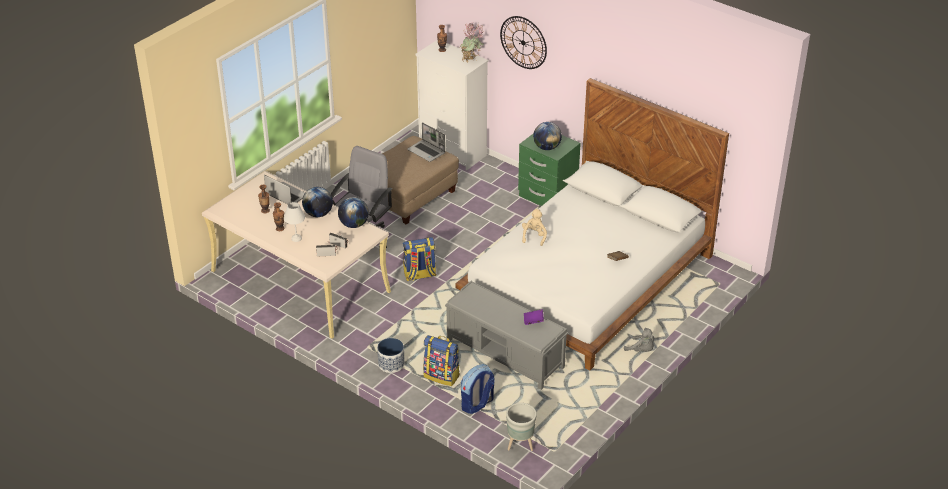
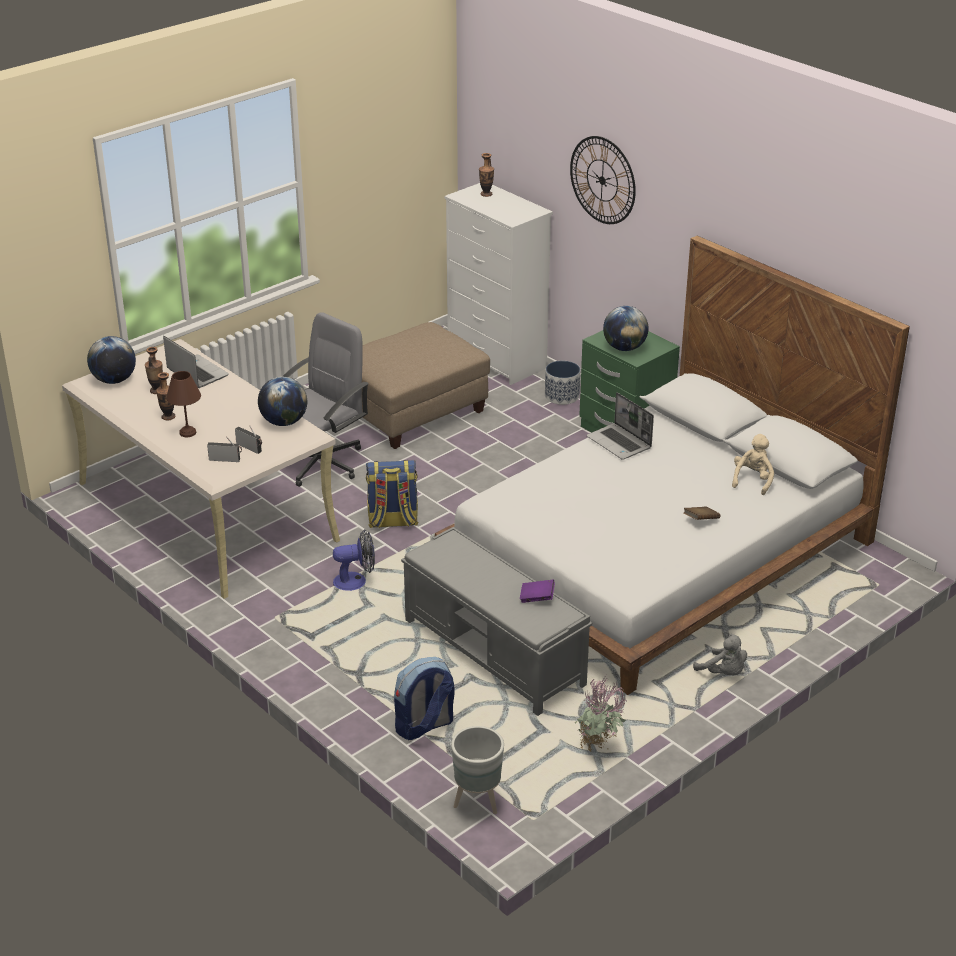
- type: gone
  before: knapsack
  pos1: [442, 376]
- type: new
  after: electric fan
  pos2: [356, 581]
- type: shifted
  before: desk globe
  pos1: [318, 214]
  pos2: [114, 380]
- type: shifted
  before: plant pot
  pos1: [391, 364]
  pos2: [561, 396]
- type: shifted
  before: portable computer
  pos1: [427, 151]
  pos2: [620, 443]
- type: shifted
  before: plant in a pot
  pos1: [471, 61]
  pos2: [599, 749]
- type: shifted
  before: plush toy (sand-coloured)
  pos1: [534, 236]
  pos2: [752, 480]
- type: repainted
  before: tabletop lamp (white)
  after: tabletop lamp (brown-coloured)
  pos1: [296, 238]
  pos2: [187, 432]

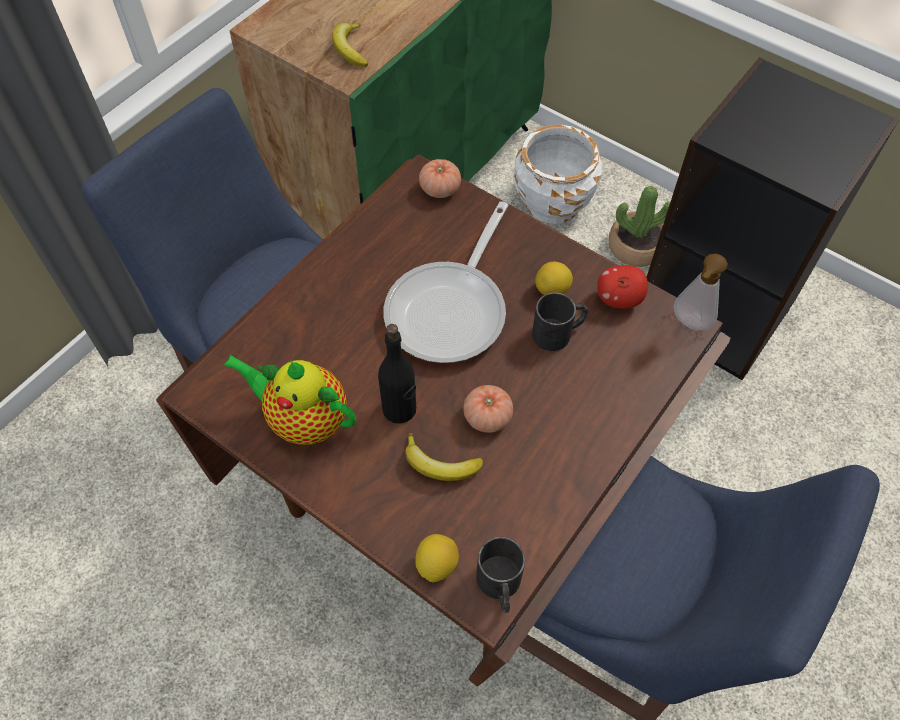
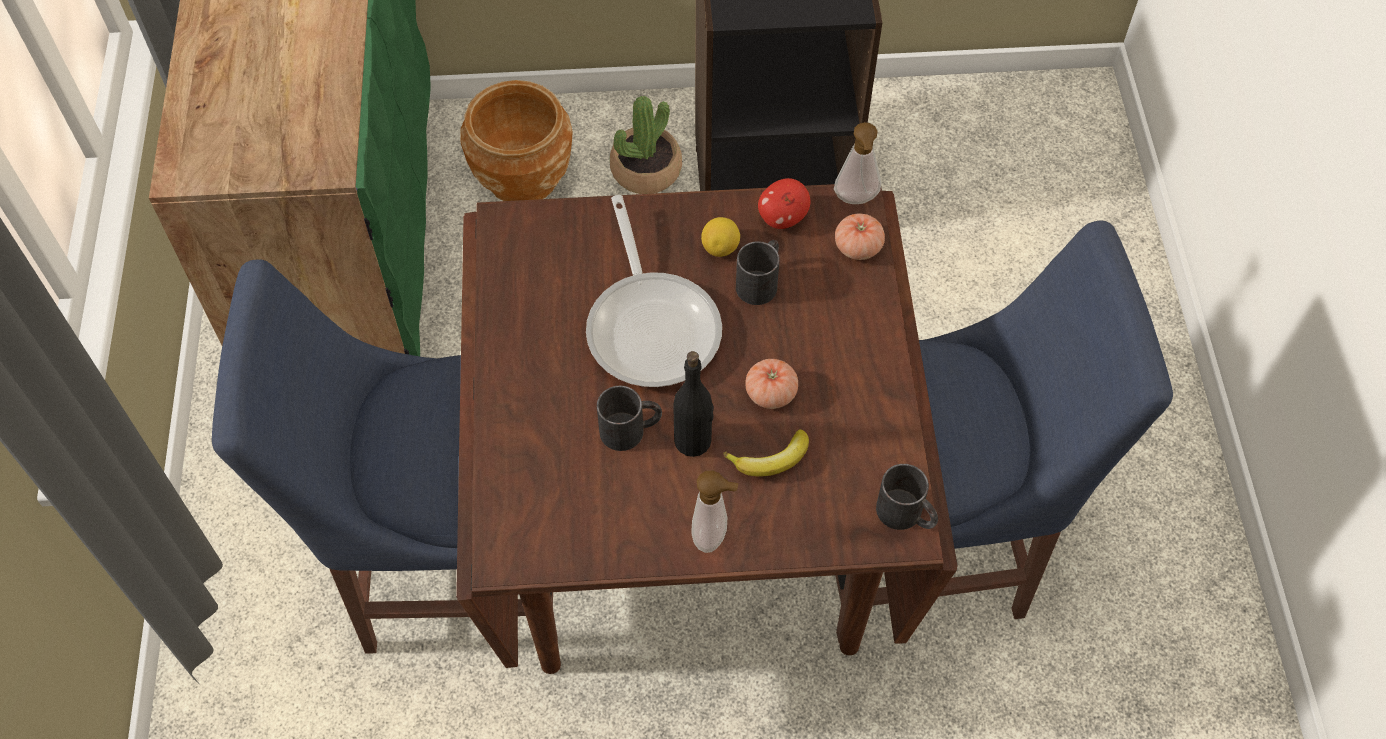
- type: gone
  before: pot for tea
  pos1: [303, 419]
- type: gone
  before: whole banana
  pos1: [350, 49]
- type: gone
  before: whole lemon
  pos1: [436, 564]
- type: new
  after: coffee mug (black)
  pos2: [631, 430]
- type: new
  after: soap bottle
  pos2: [713, 536]
- type: shifted
  before: fresh tomato
  pos1: [440, 189]
  pos2: [858, 247]
- type: repainted
  before: plant pot (white)
  after: plant pot (brown-coloured)
  pos1: [553, 202]
  pos2: [523, 176]

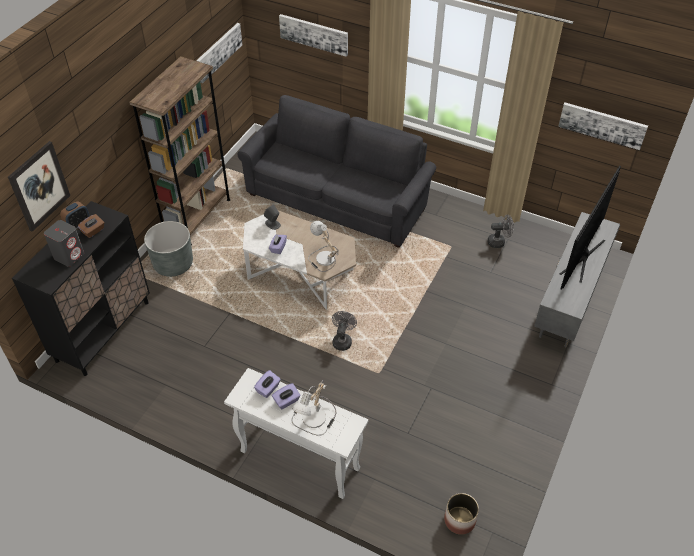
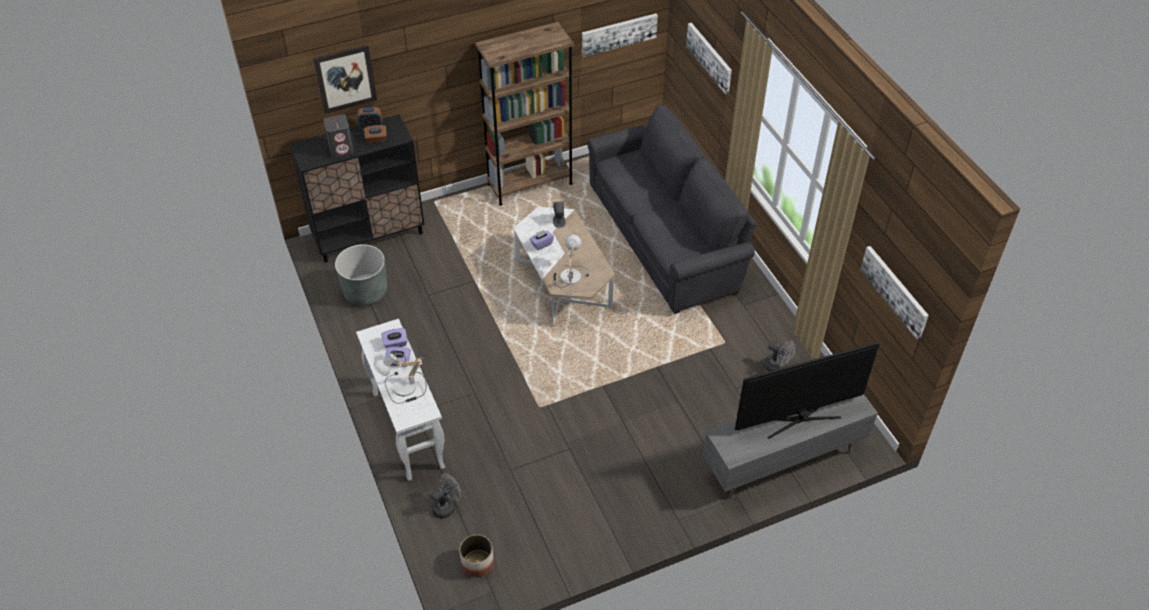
- type: shifted
  before: plant pot (gray)
  pos1: [173, 264]
  pos2: [365, 291]
- type: shifted
  before: electric fan (gray)
  pos1: [342, 340]
  pos2: [447, 506]

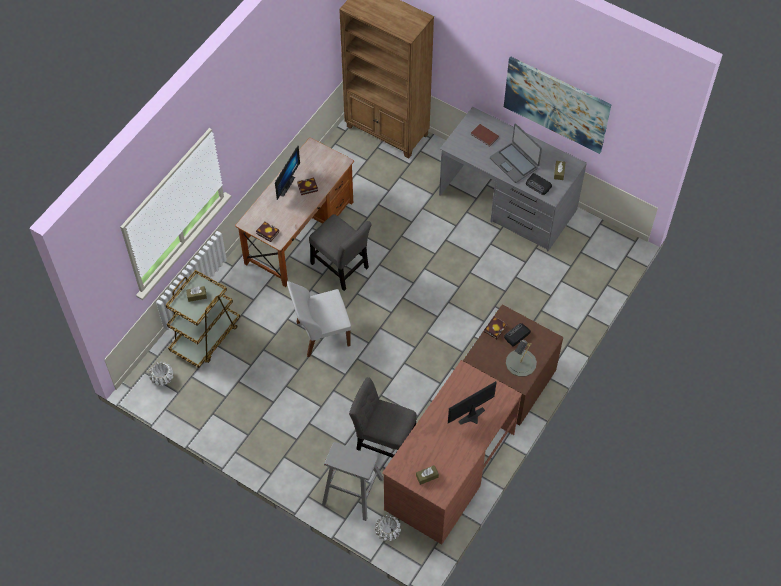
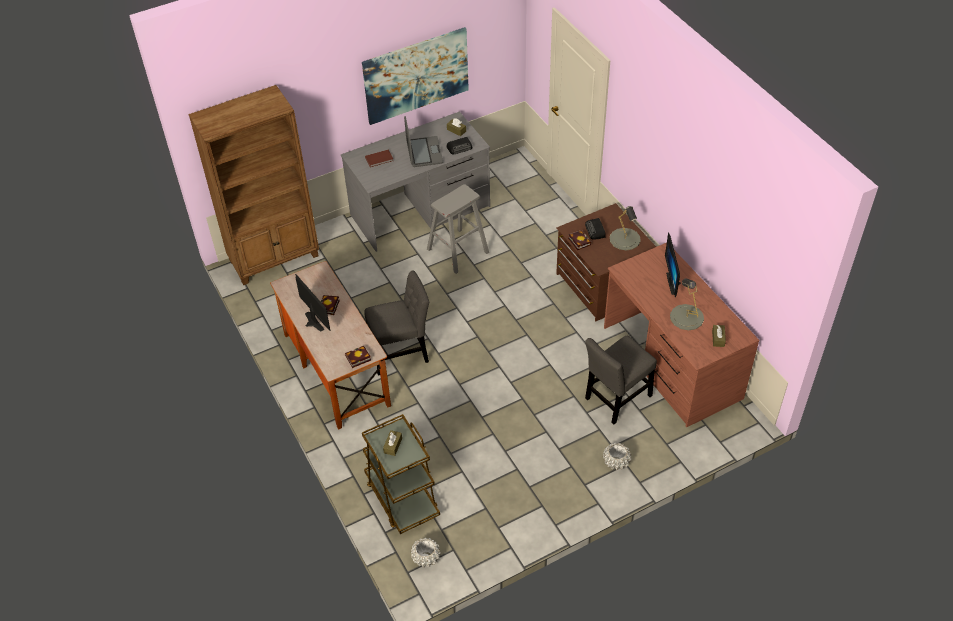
- type: gone
  before: plain chair (white)
  pos1: [321, 334]
- type: new
  after: tabletop lamp (gray)
  pos2: [686, 317]
- type: shifted
  before: stool seat (gray)
  pos1: [352, 491]
  pos2: [457, 251]
- type: shifted
  before: plant pot (white)
  pos1: [388, 531]
  pos2: [616, 462]
- type: rotated
  before: portable computer
  pos1: [514, 162]
  pos2: [424, 152]
  turn: -90

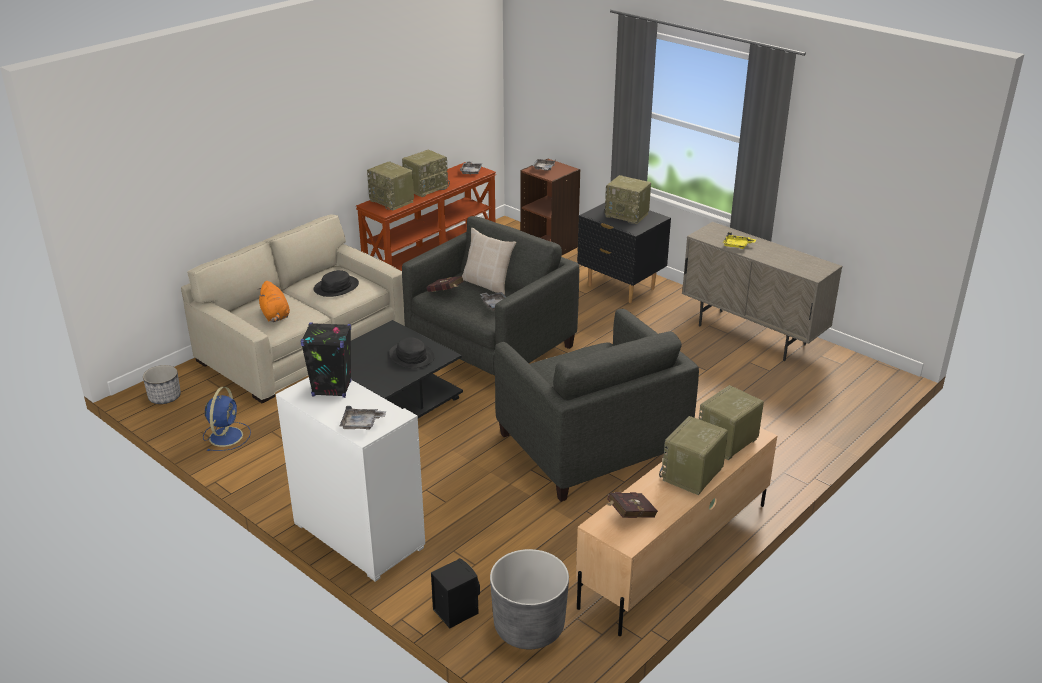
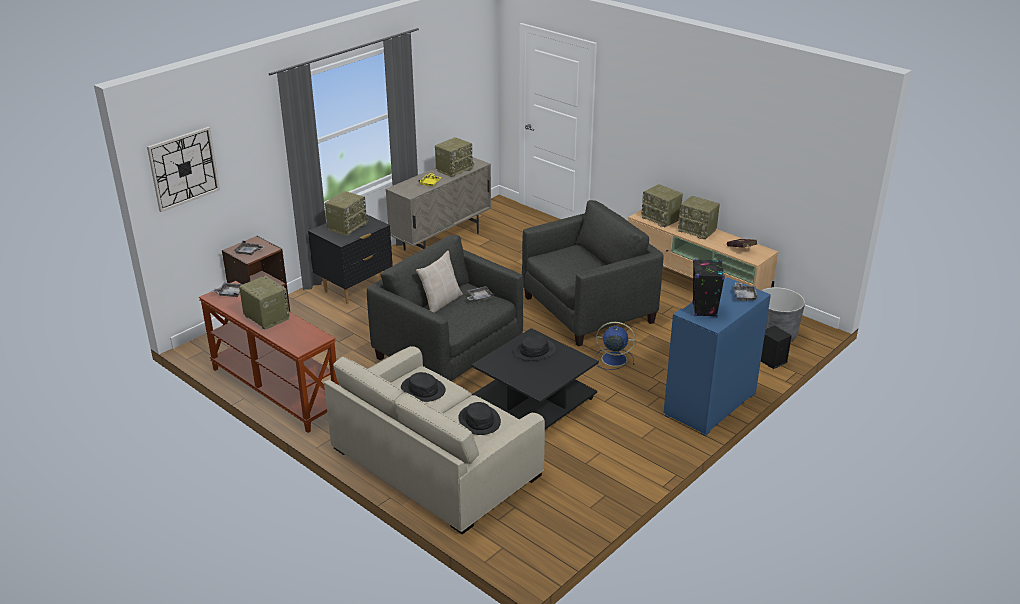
- type: gone
  before: plant pot
  pos1: [164, 397]
- type: gone
  before: bound book (reddish)
  pos1: [446, 292]
- type: new
  after: hanging clock
  pos2: [183, 168]
- type: shifted
  before: electric fan (blue)
  pos1: [226, 436]
  pos2: [613, 359]
- type: shifted
  before: radio receiver
  pos1: [392, 201]
  pos2: [454, 169]
- type: swapped
  before: plush toy (orange-coloured)
  after: wearable hat (black)
  pos1: [275, 316]
  pos2: [479, 420]
- type: repainted
  before: cabinet (white)
  after: cabinet (blue)
  pos1: [357, 535]
  pos2: [710, 405]

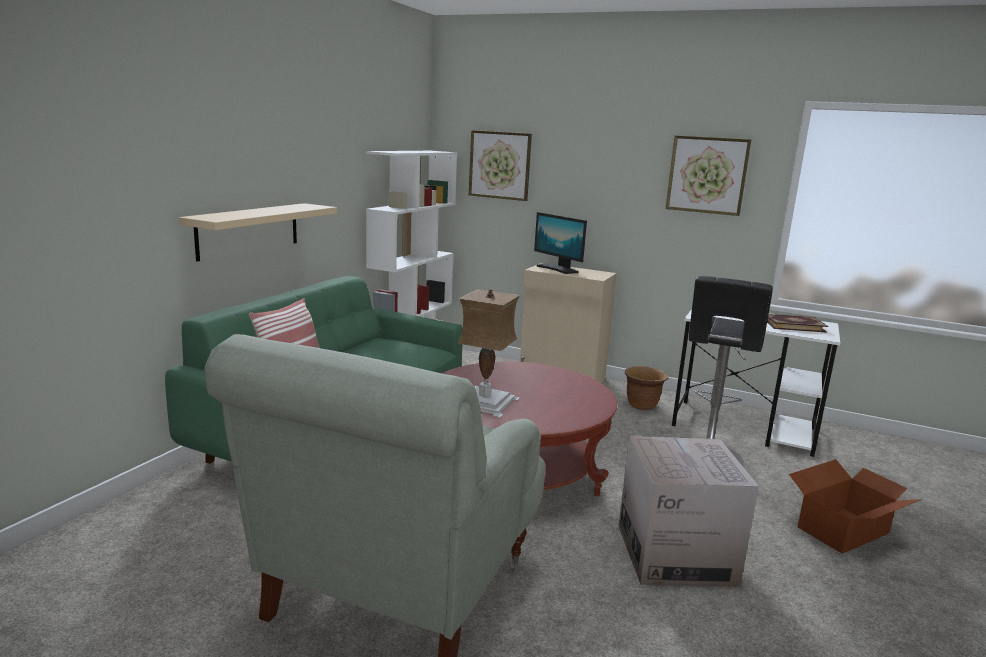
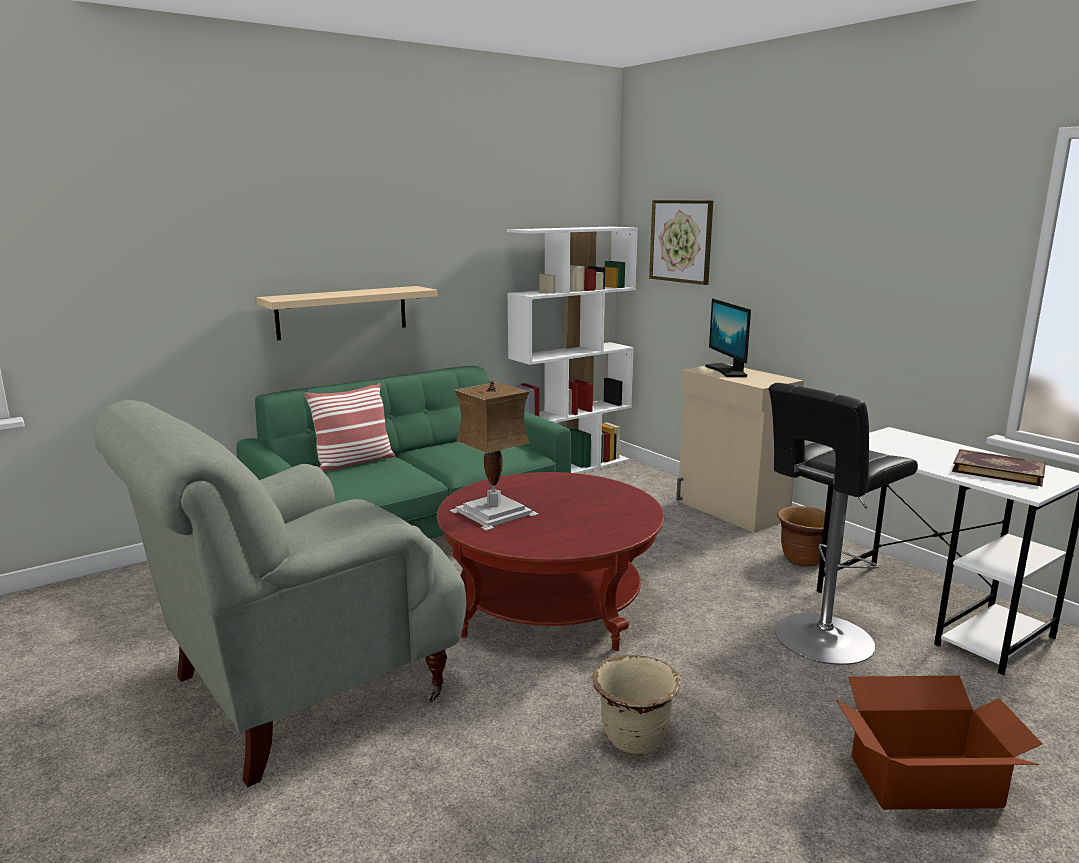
- type: gone
  before: wall picture
  pos1: [707, 175]
- type: swapped
  before: cardboard box
  after: plant pot (sand-coloured)
  pos1: [675, 554]
  pos2: [633, 739]

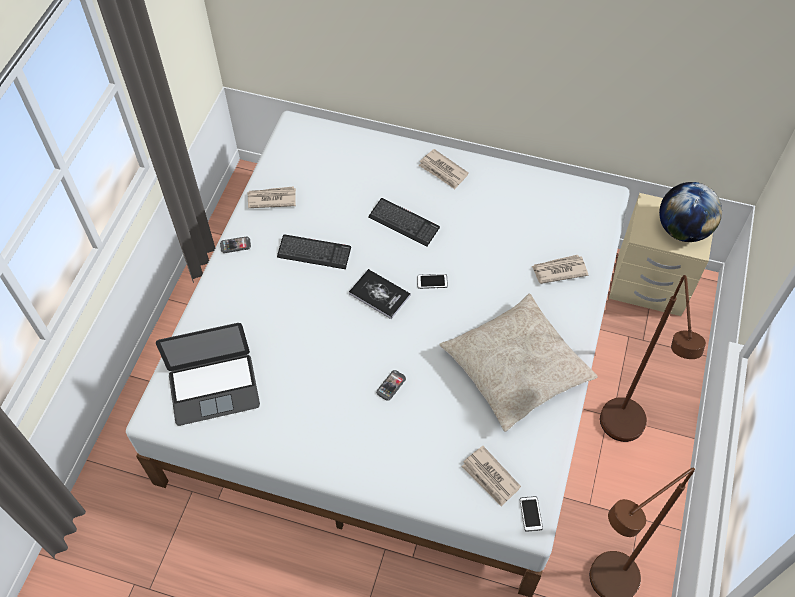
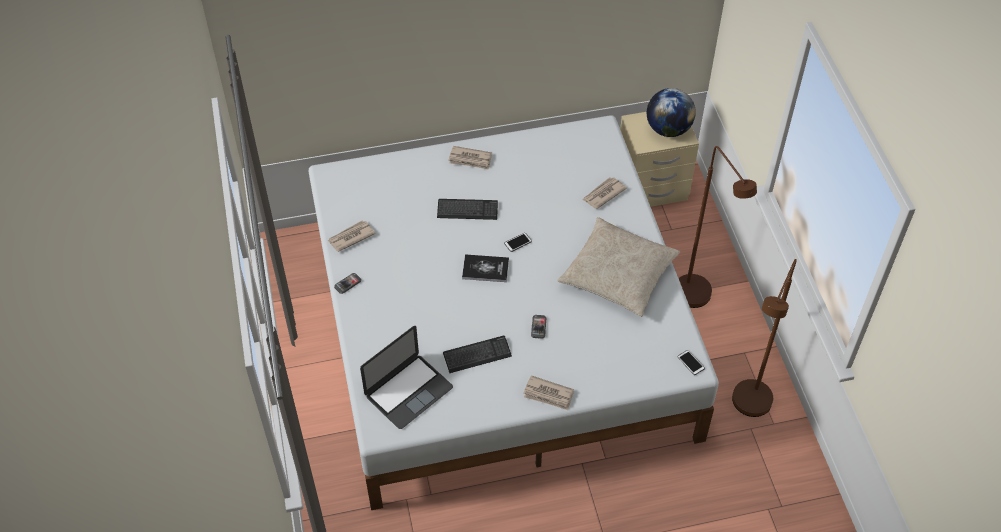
- type: shifted
  before: PC keyboard
  pos1: [314, 253]
  pos2: [477, 355]
- type: shifted
  before: daily paper
  pos1: [490, 477]
  pos2: [548, 394]

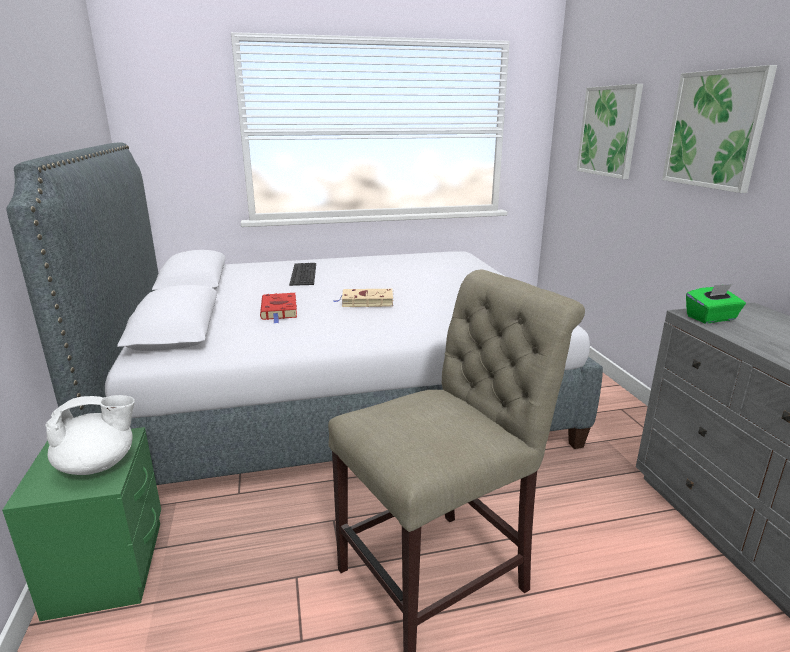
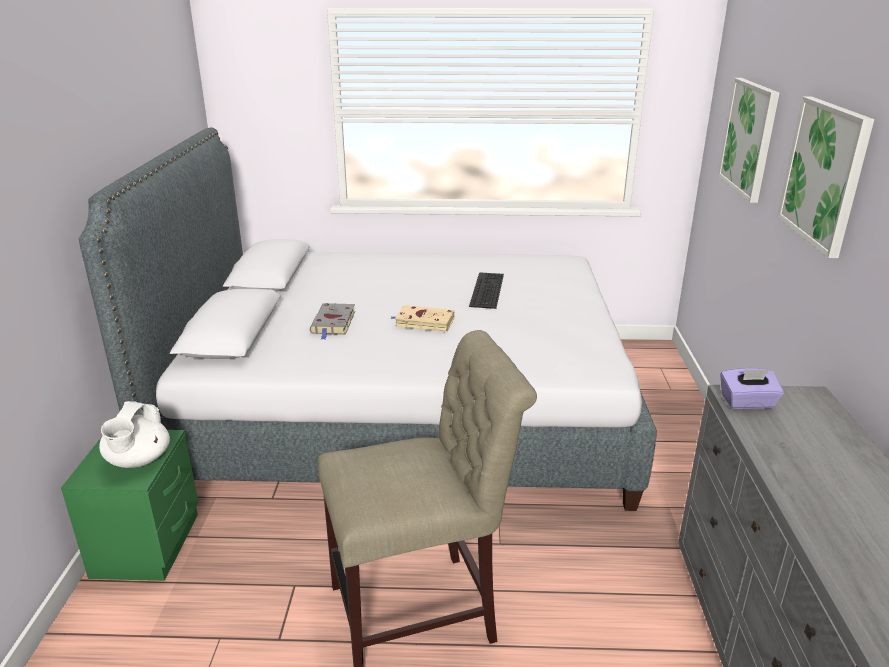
- type: shifted
  before: PC keyboard
  pos1: [302, 273]
  pos2: [485, 289]
- type: repainted
  before: bound book (reddish)
  after: bound book (gray)
  pos1: [279, 310]
  pos2: [333, 323]
- type: repainted
  before: tissue holder (greenish)
  after: tissue holder (purple-coloured)
  pos1: [711, 318]
  pos2: [747, 402]
- type: rotated
  before: pot for tea (white)
  pos1: [99, 465]
  pos2: [138, 460]
  turn: 105

